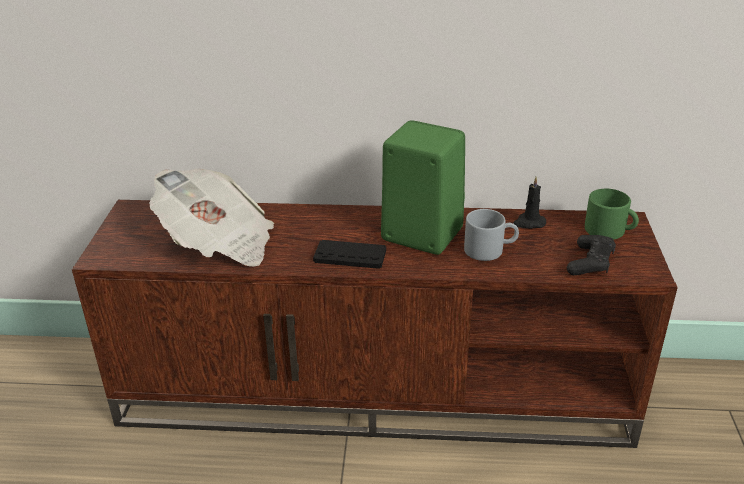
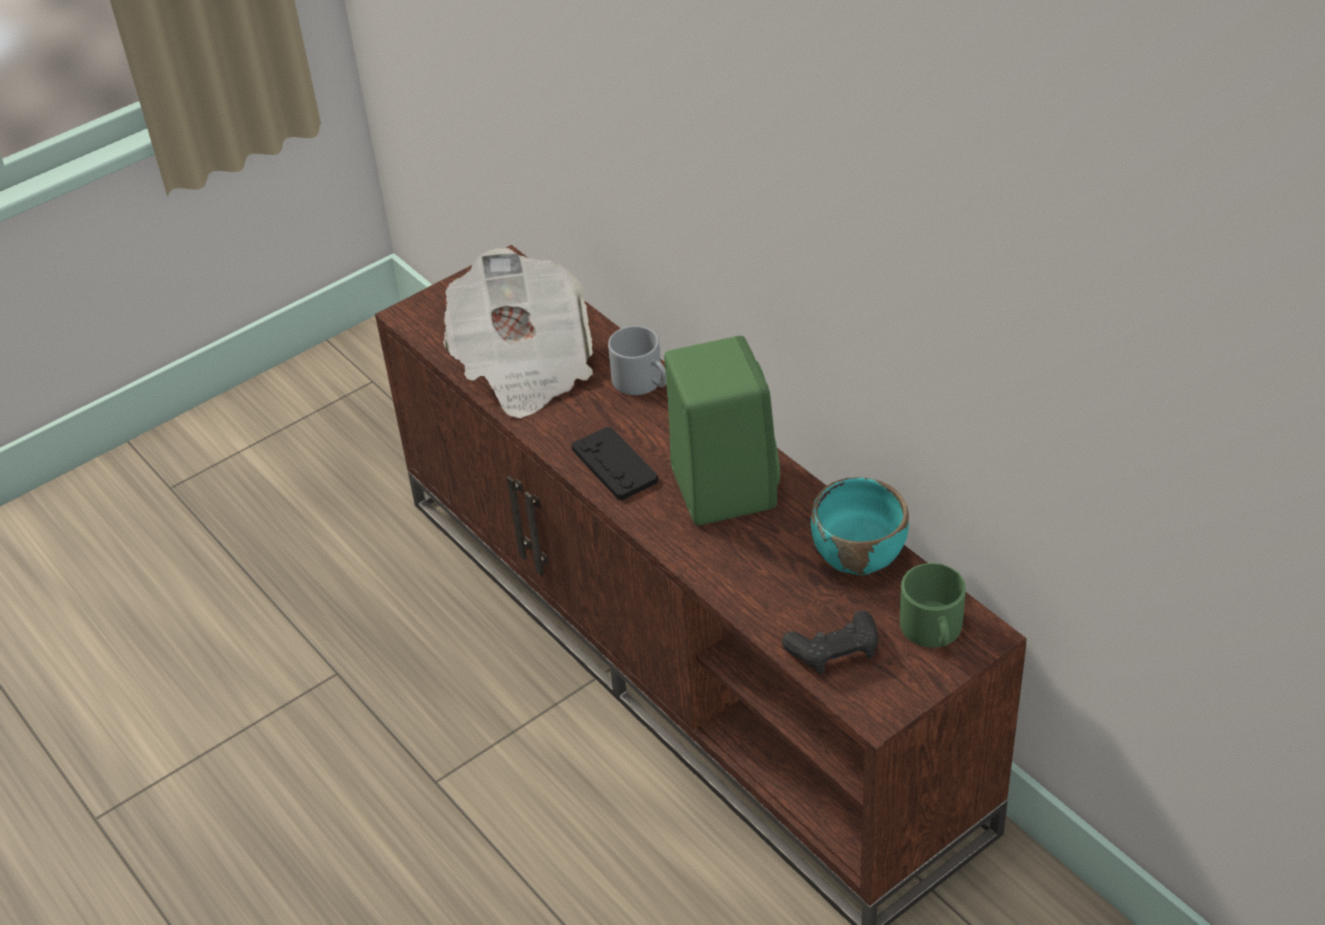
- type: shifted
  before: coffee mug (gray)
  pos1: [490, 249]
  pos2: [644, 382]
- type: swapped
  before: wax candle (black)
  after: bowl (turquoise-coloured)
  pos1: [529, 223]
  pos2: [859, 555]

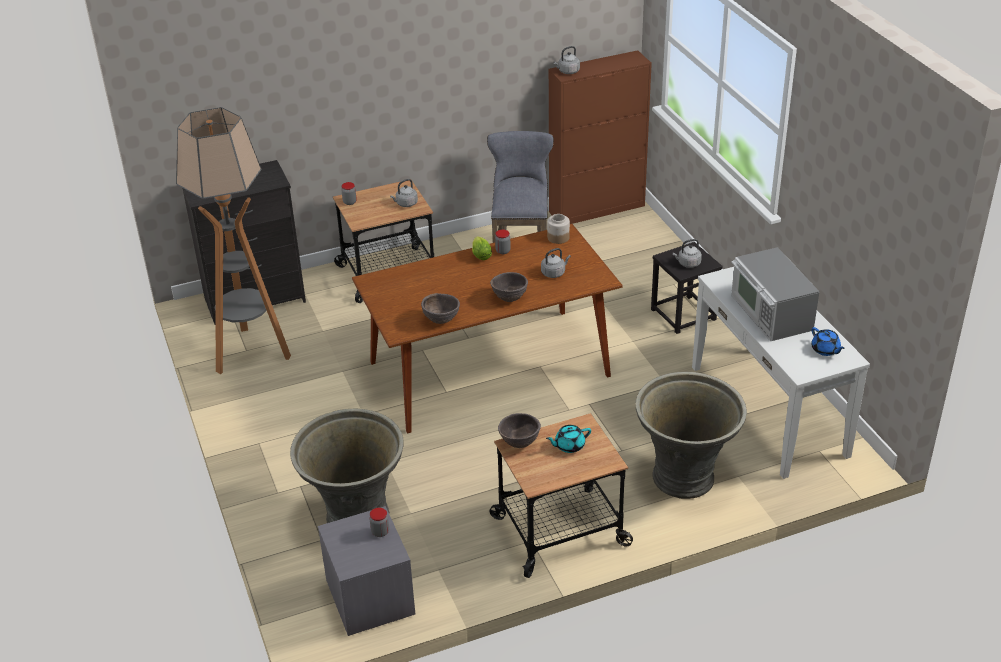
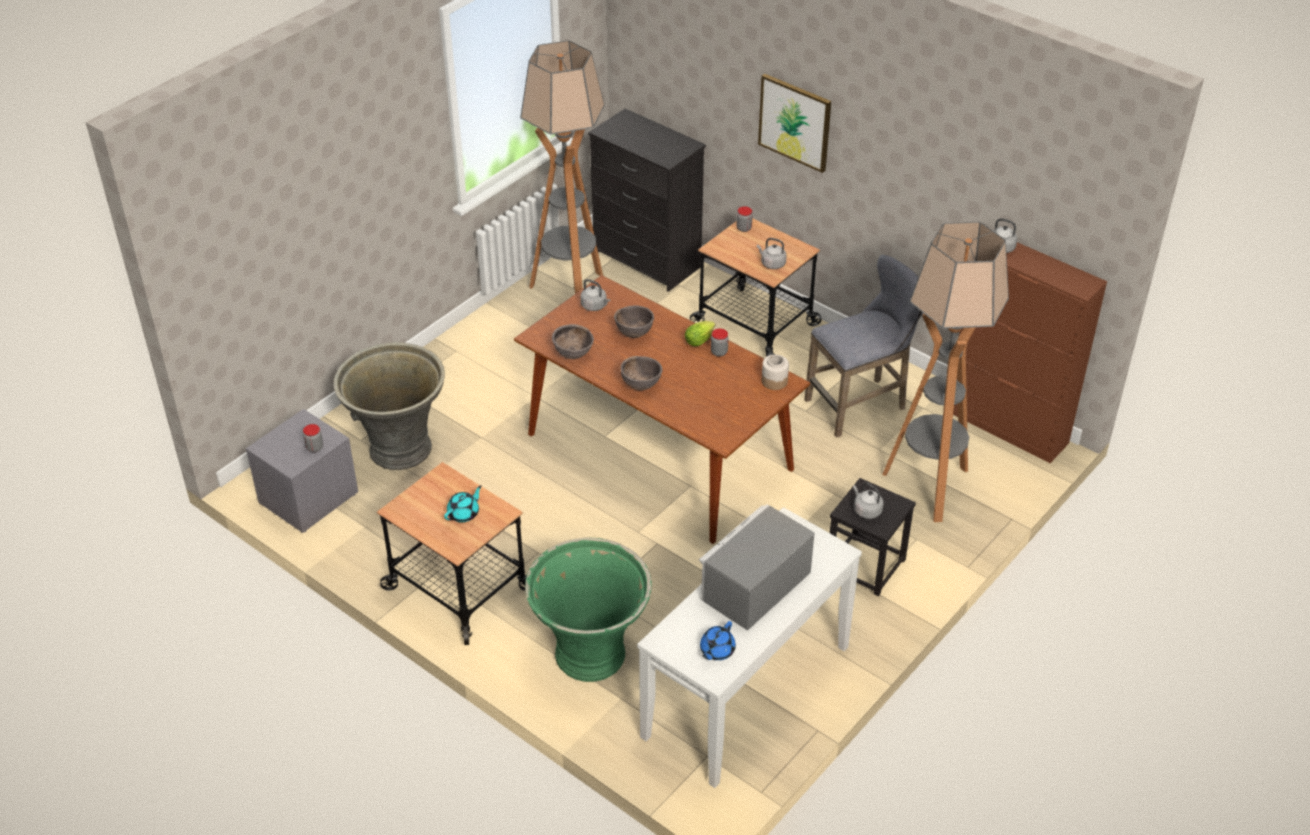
- type: new
  after: wall picture
  pos2: [795, 122]
- type: new
  after: standard lamp
  pos2: [928, 487]
- type: shifted
  before: bowl (brown-coloured)
  pos1: [519, 443]
  pos2: [634, 334]
- type: shifted
  before: tea kettle (gray)
  pos1: [554, 273]
  pos2: [595, 306]
- type: repainted
  before: plant pot (gray)
  after: plant pot (greenish)
  pos1: [685, 478]
  pos2: [591, 656]
- type: rotated
  before: pot for tea (turquoise-coloured)
  pos1: [569, 446]
  pos2: [464, 513]
  turn: 90

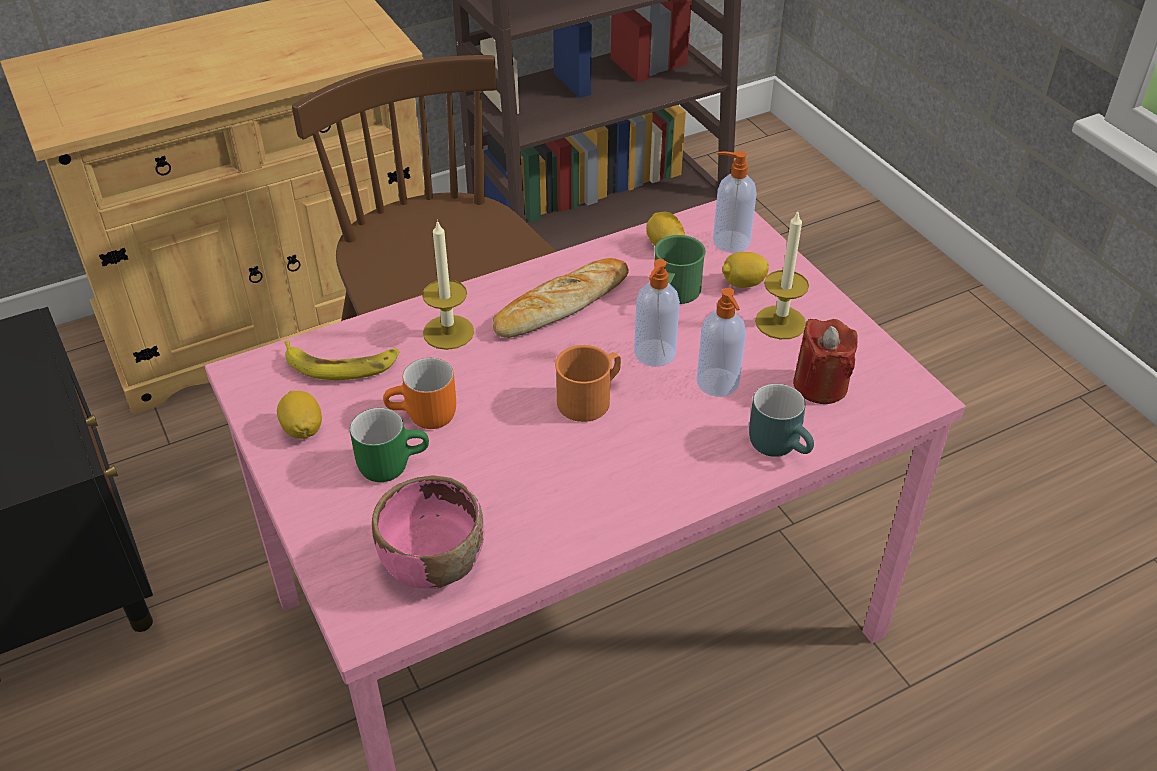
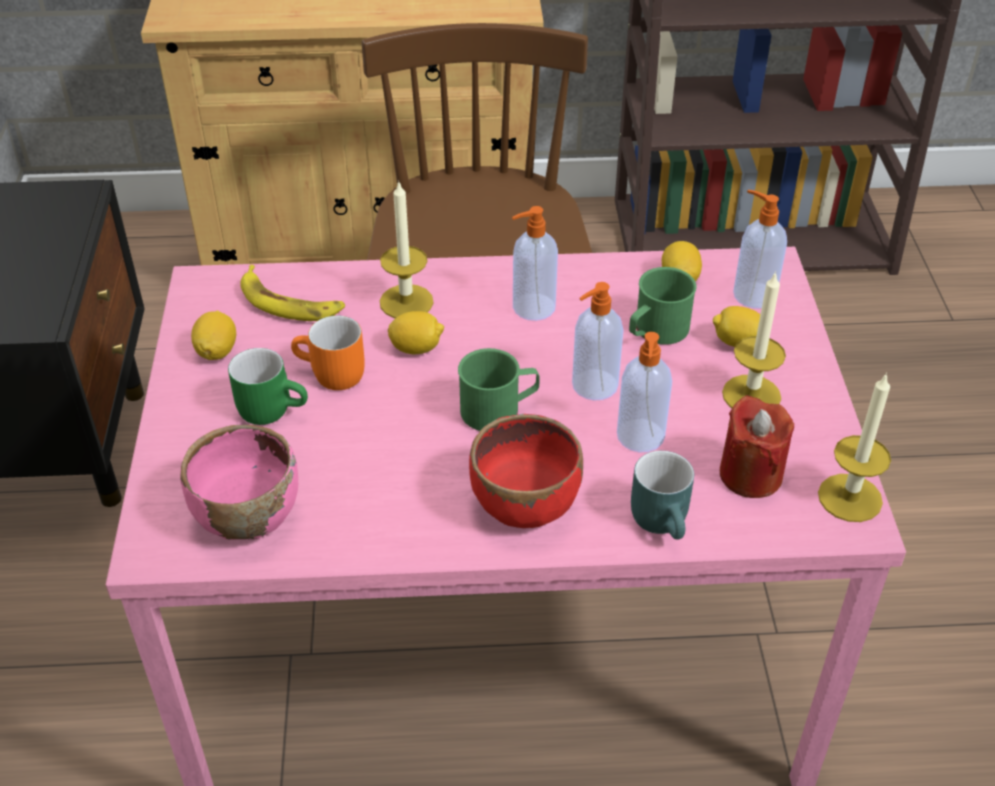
- type: new
  after: whole lemon
  pos2: [416, 348]
- type: new
  after: bowl (reddish)
  pos2: [525, 504]
- type: new
  after: wax candle
  pos2: [850, 498]
- type: swapped
  before: bread
  after: soap bottle
  pos1: [560, 305]
  pos2: [532, 308]
- type: repainted
  before: coffee mug (orange-coloured)
  after: coffee mug (greenish)
  pos1: [590, 399]
  pos2: [499, 410]

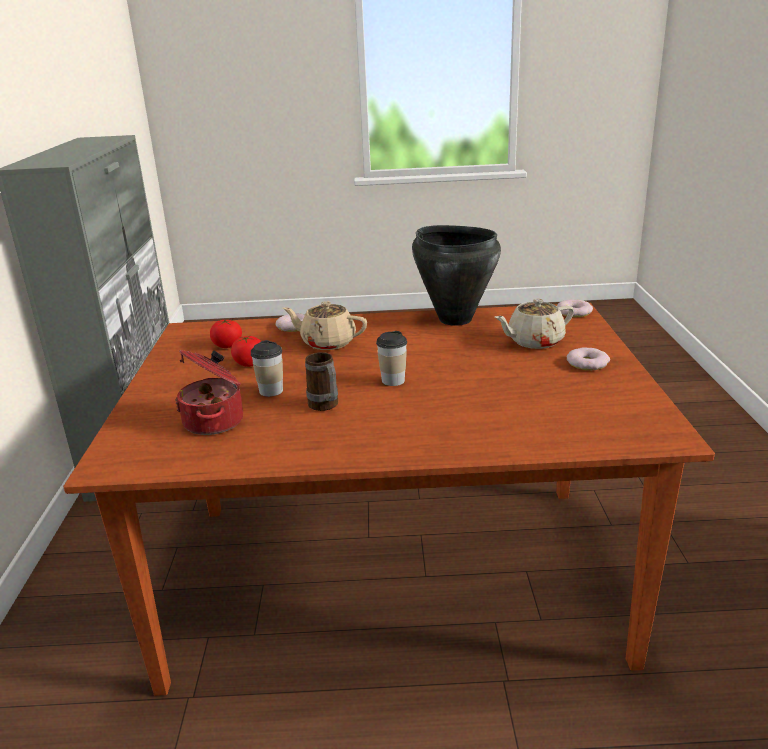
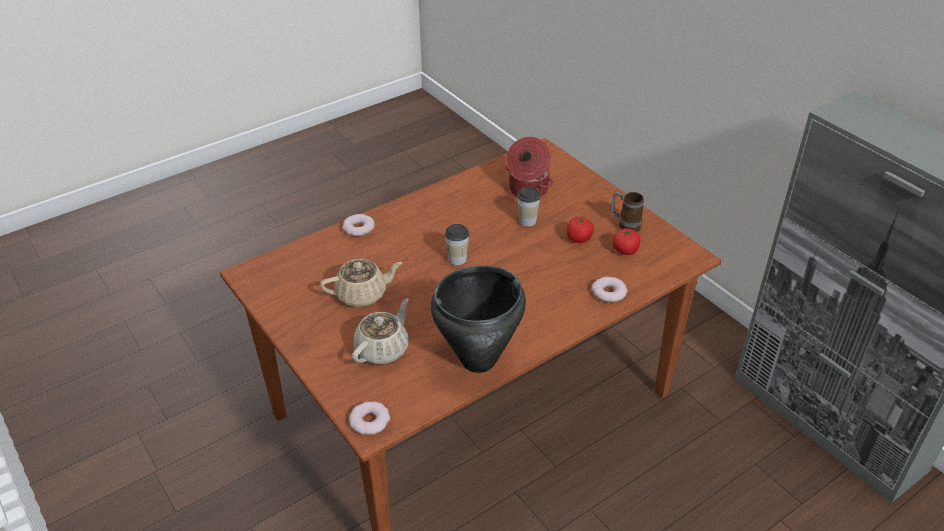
- type: shifted
  before: pot for tea (sand-coloured)
  pos1: [327, 343]
  pos2: [362, 294]
- type: shifted
  before: coffee mug
  pos1: [325, 407]
  pos2: [625, 225]
- type: shifted
  before: donut
  pos1: [587, 363]
  pos2: [358, 228]

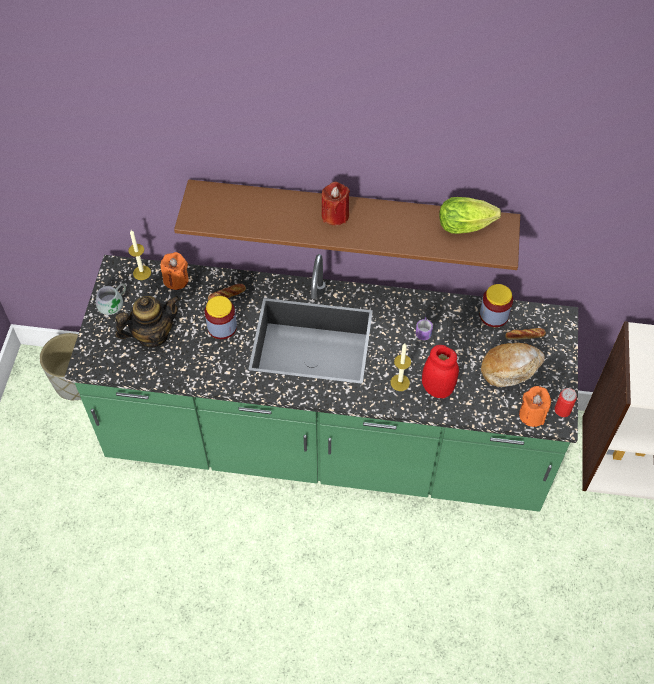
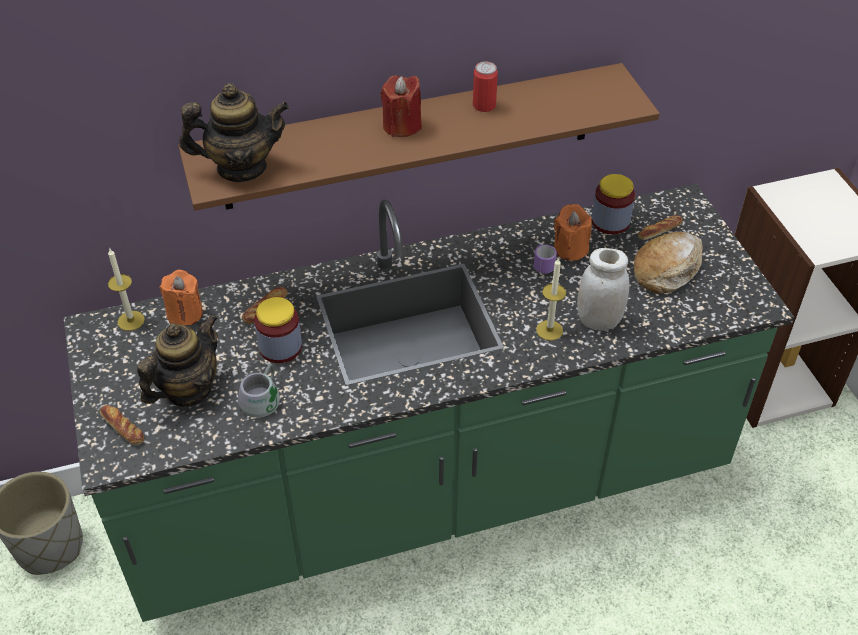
- type: gone
  before: head of lettuce
  pos1: [468, 226]
- type: new
  after: bread
  pos2: [122, 427]
- type: new
  after: pot for tea
  pos2: [241, 167]
- type: shifted
  before: coffee mug (gray)
  pos1: [115, 304]
  pos2: [266, 400]
- type: shifted
  before: wax candle (orange-coloured)
  pos1: [532, 415]
  pos2: [570, 249]
- type: shifted
  before: sealed can
  pos1: [562, 410]
  pos2: [484, 105]
- type: repainted
  before: preserve jar (reddish)
  after: preserve jar (white)
  pos1: [437, 388]
  pos2: [598, 321]

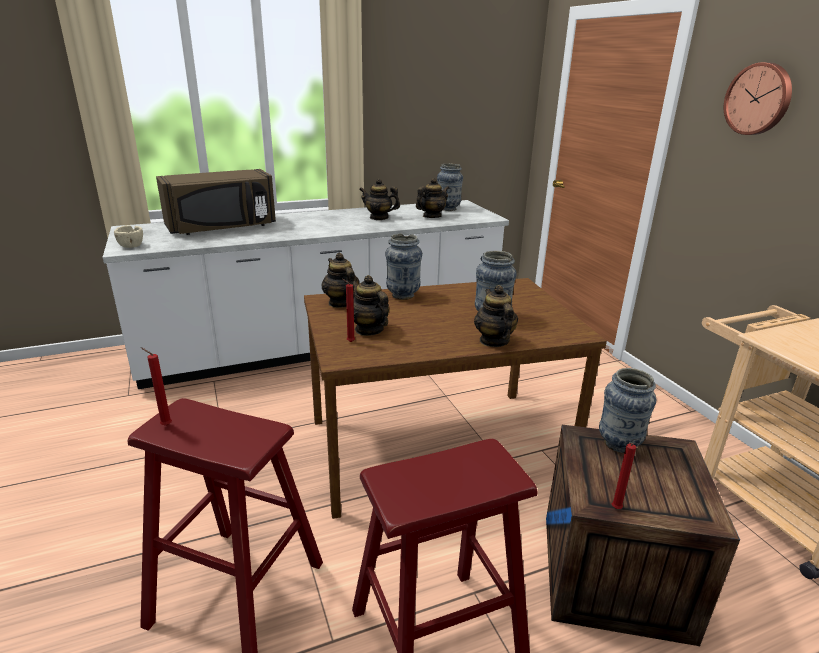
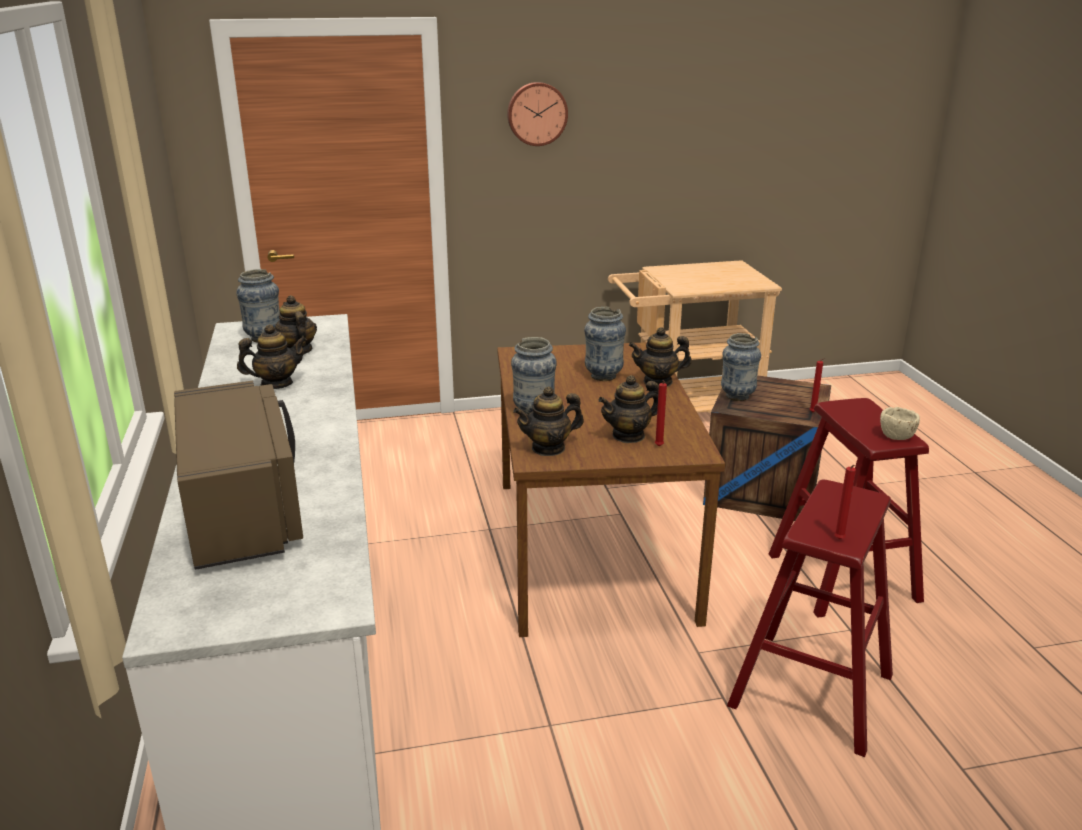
- type: shifted
  before: bowl (sand-coloured)
  pos1: [131, 246]
  pos2: [897, 436]
- type: rotated
  before: pot for tea
  pos1: [379, 217]
  pos2: [276, 384]
  turn: -135

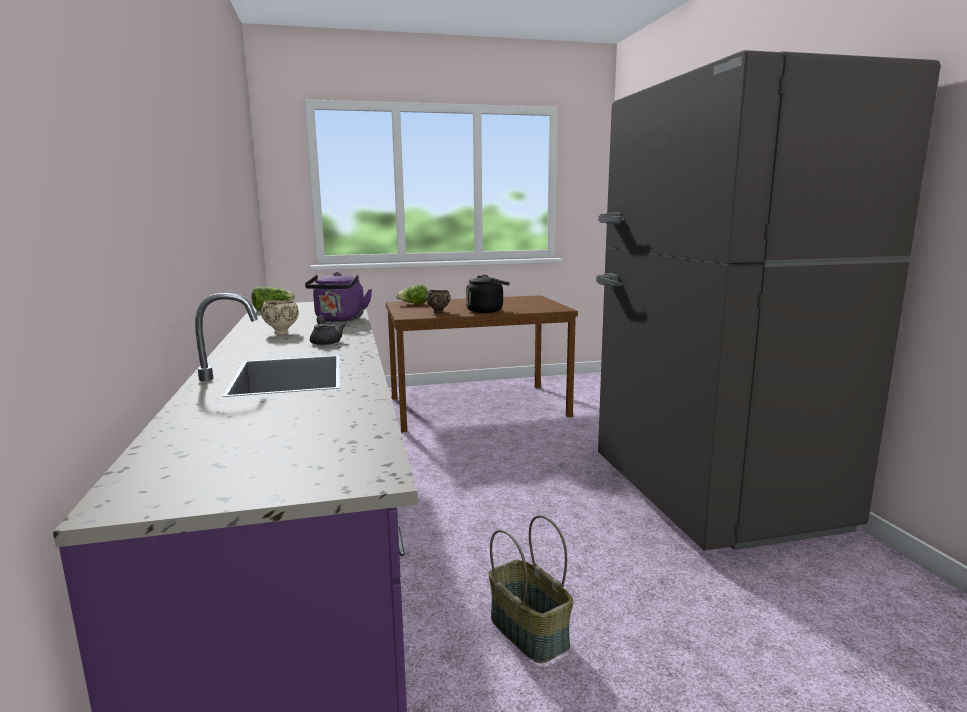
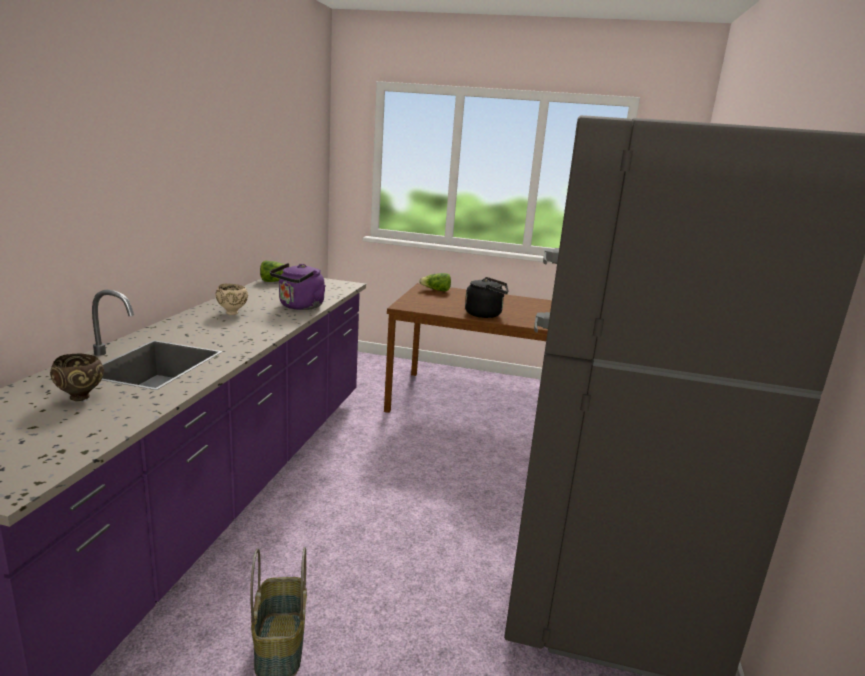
- type: gone
  before: pot for tea (gray)
  pos1: [325, 342]
- type: shifted
  before: bowl (brown-coloured)
  pos1: [438, 312]
  pos2: [81, 397]

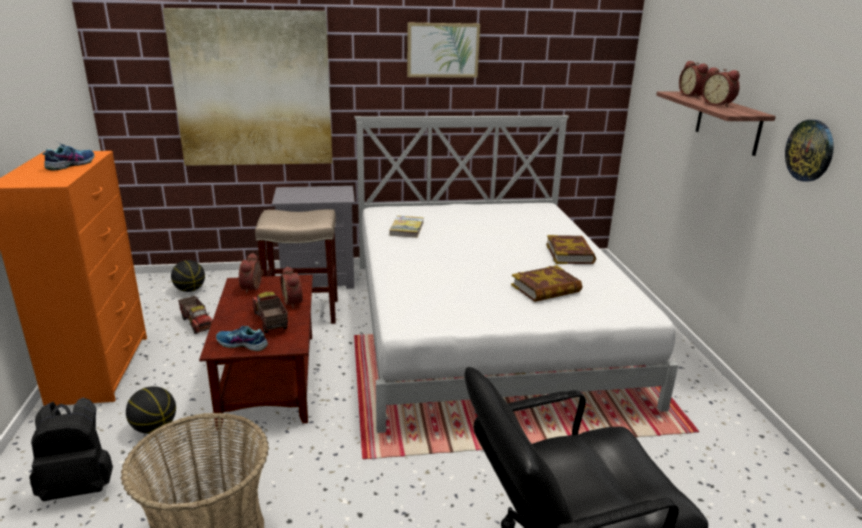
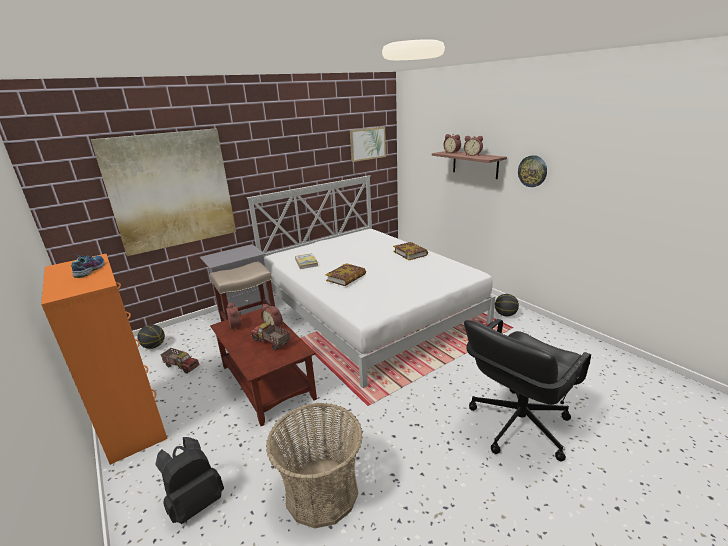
- type: gone
  before: low shoe
  pos1: [242, 344]
- type: shifted
  before: basketball ball
  pos1: [155, 428]
  pos2: [505, 314]
- type: shifted
  before: wall picture
  pos1: [442, 50]
  pos2: [367, 144]
- type: shifted
  before: bound book
  pos1: [546, 289]
  pos2: [346, 277]

